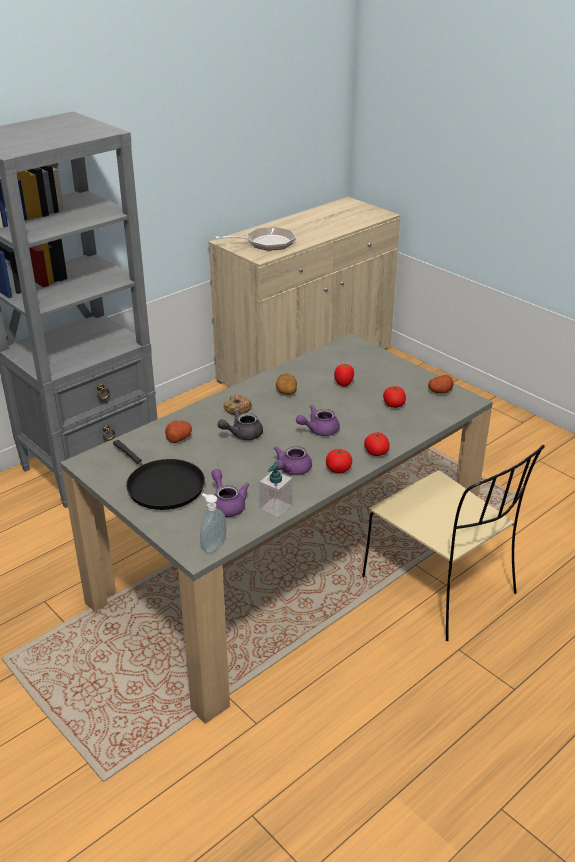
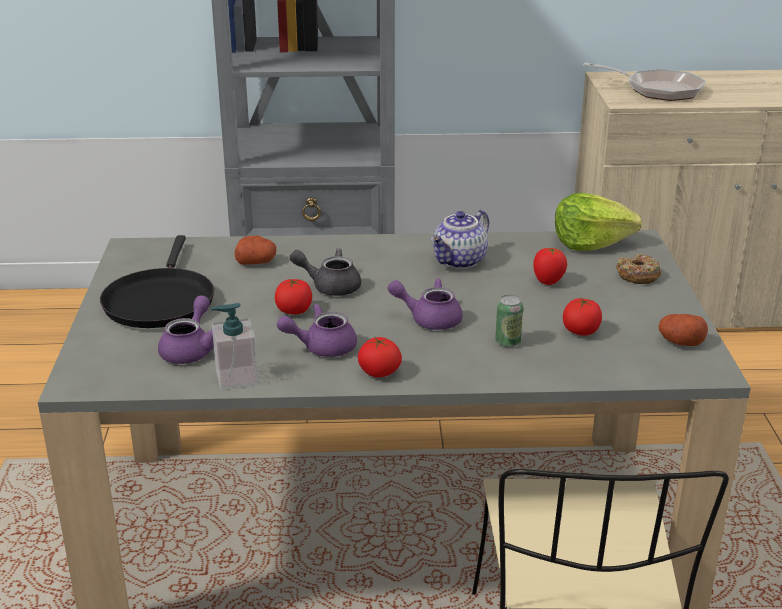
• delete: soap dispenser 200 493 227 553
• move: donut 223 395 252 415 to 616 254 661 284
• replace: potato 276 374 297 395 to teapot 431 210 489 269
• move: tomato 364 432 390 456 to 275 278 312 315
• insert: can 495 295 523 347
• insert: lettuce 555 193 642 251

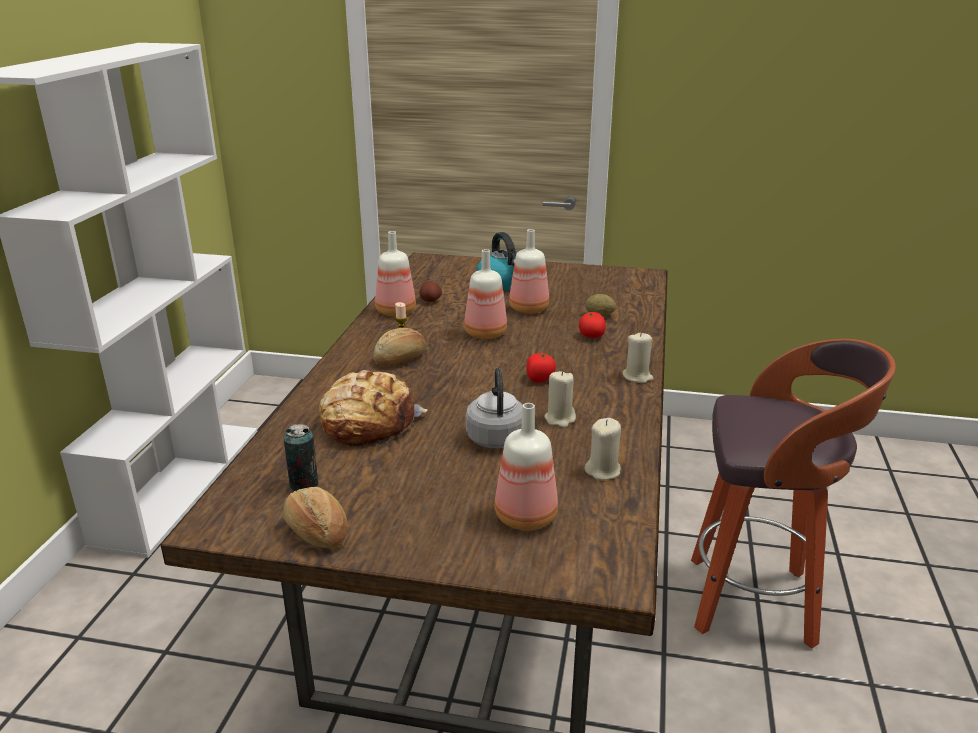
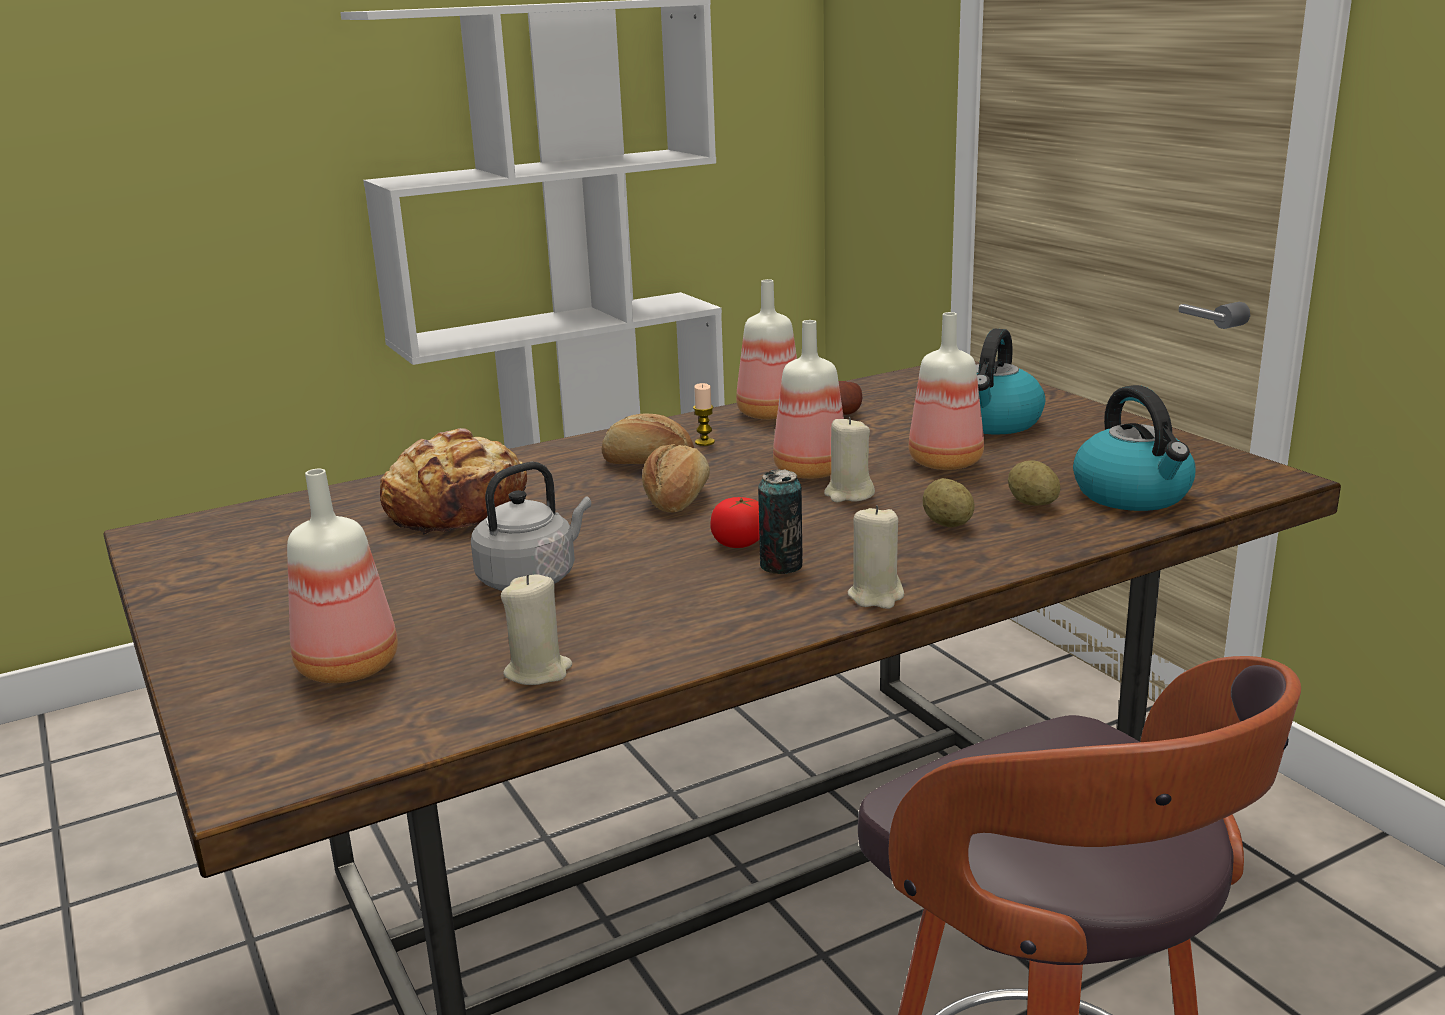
• move: bread 283 487 348 548 to 642 444 710 512
• move: can 284 424 318 491 to 758 469 803 574
• move: beige candle 544 371 576 428 to 824 417 875 502
• replace: tomato 579 312 606 338 to potato 923 478 975 527
• insert: kettle 1073 385 1196 511

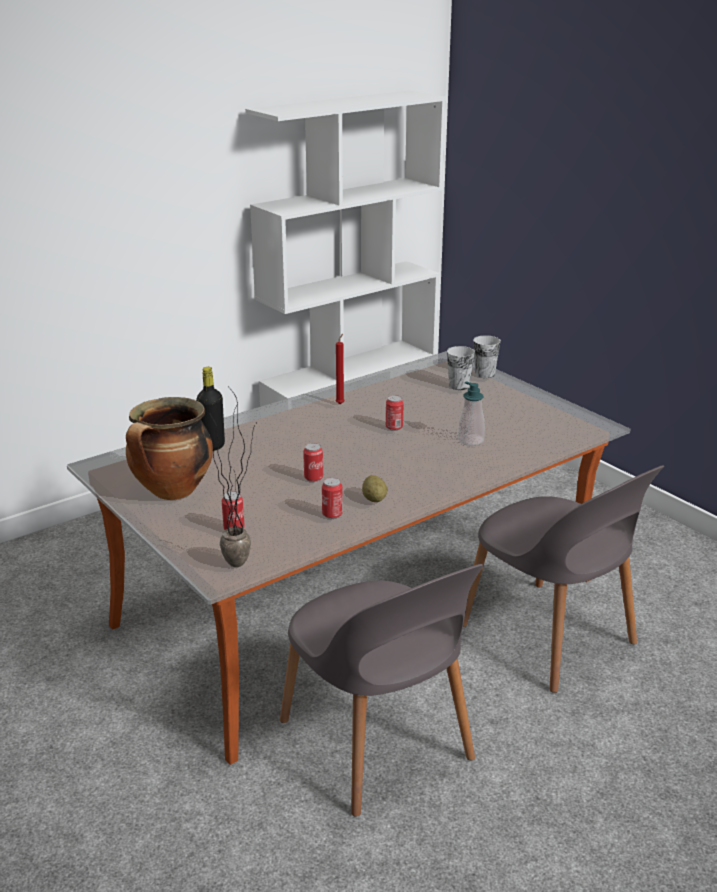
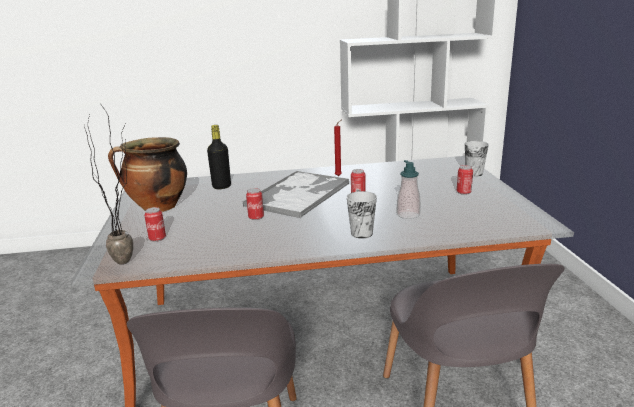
• move: can 322 478 343 519 to 457 165 473 195
• delete: potato 362 475 387 502
• move: cup 447 346 475 390 to 347 191 377 239
• insert: tray 242 170 350 218

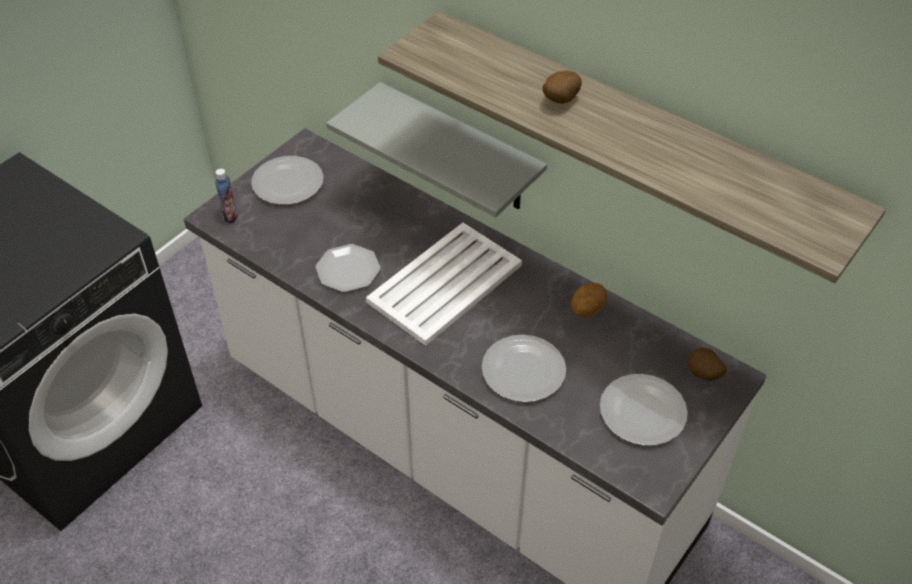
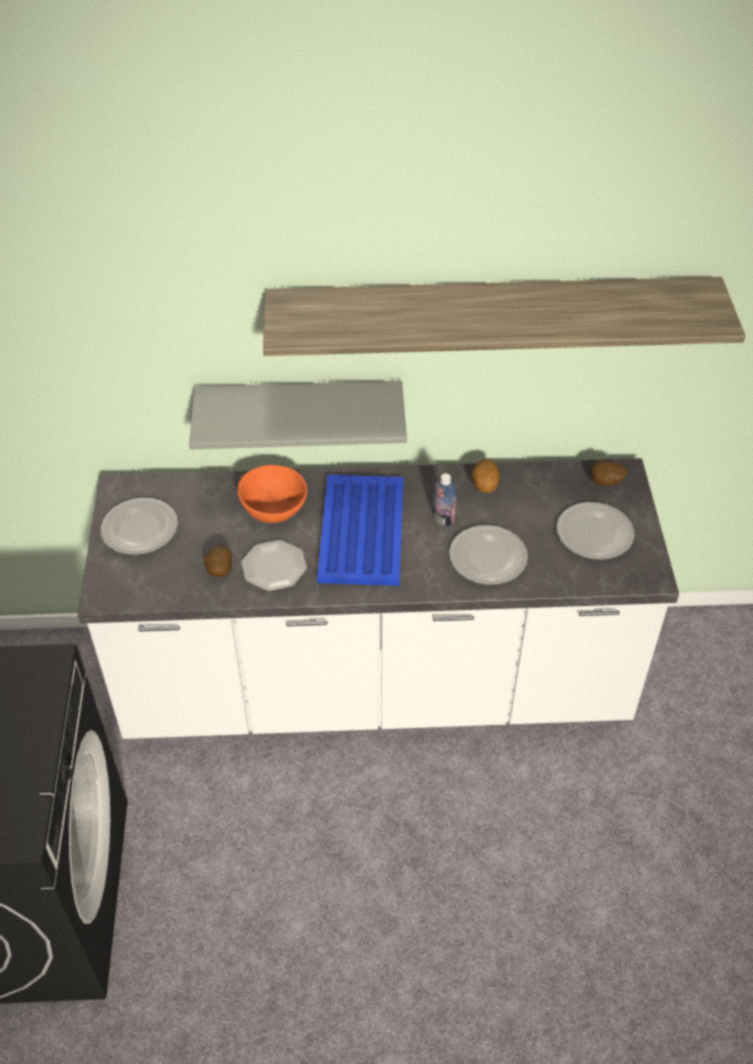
• move: bottle 215 169 237 224 to 433 473 456 526
• recolor: white tray 366 223 522 346 to blue tray 317 475 404 586
• move: potato 542 70 582 104 to 204 546 232 577
• insert: orange bowl 238 465 307 523

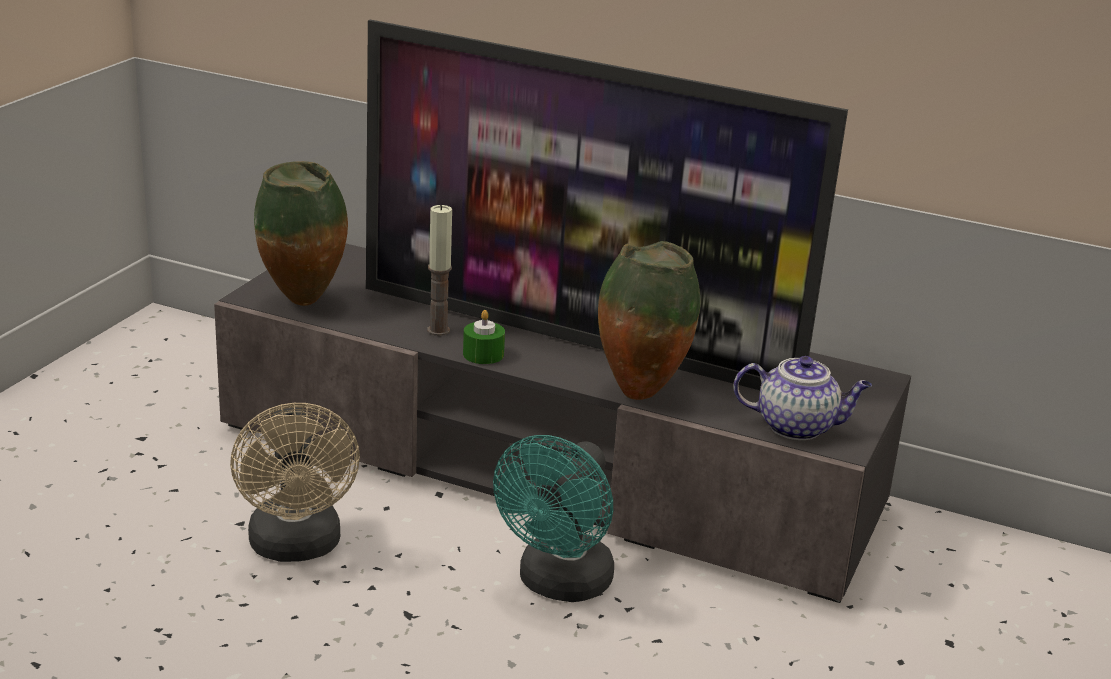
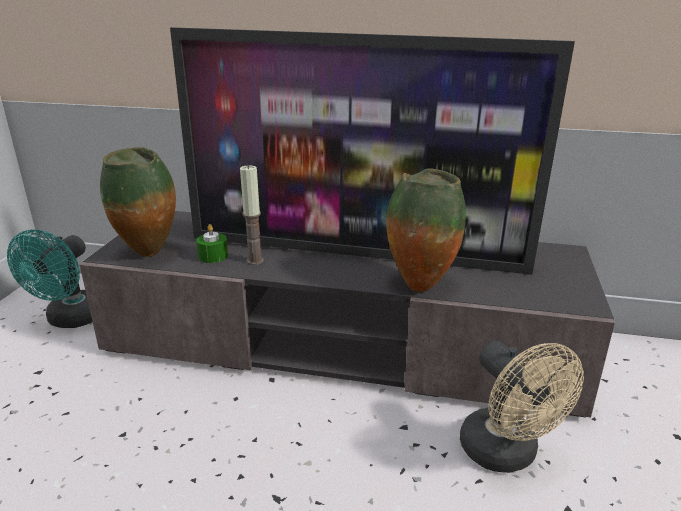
• move: beige fan 230 403 360 562 to 460 341 584 473
• move: green candle 463 310 505 364 to 196 224 228 263
• move: turquoise fan 493 435 614 602 to 7 229 92 328
• delete: teapot 733 356 872 440

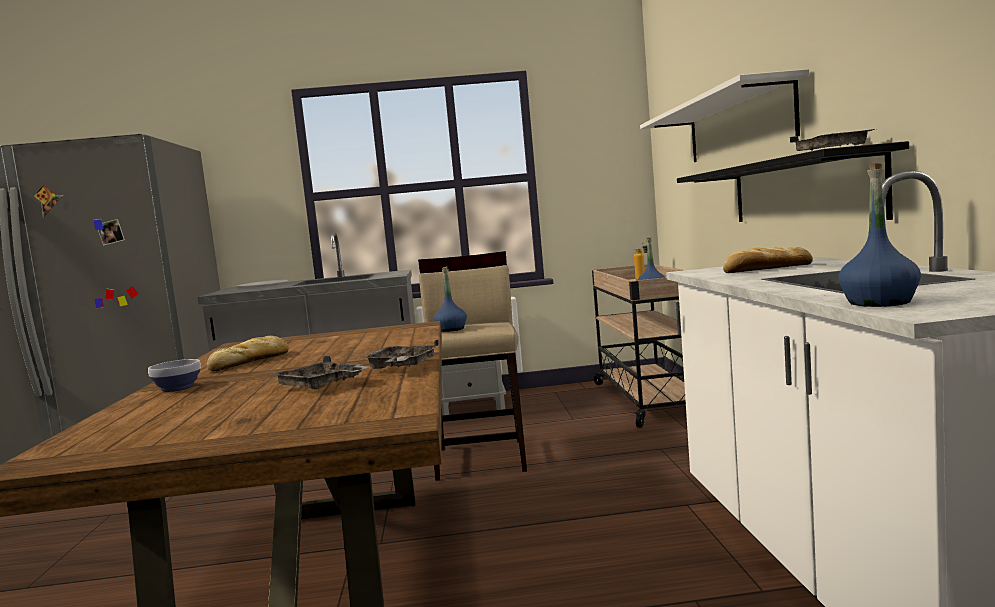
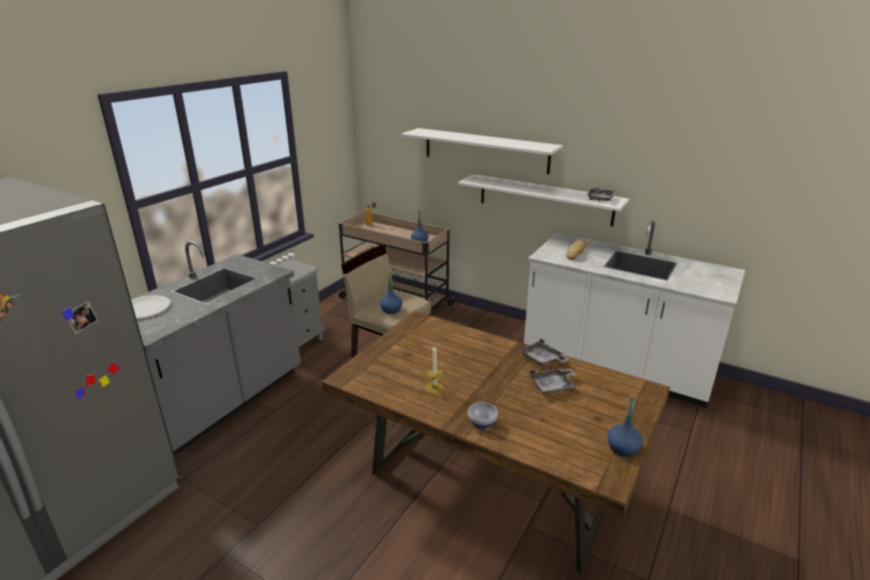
• replace: bread 207 336 289 371 to candle 425 345 444 394
• recolor: black shelf 677 141 909 222 to white shelf 458 174 629 227
• move: blue bottle 838 163 921 307 to 607 395 643 457

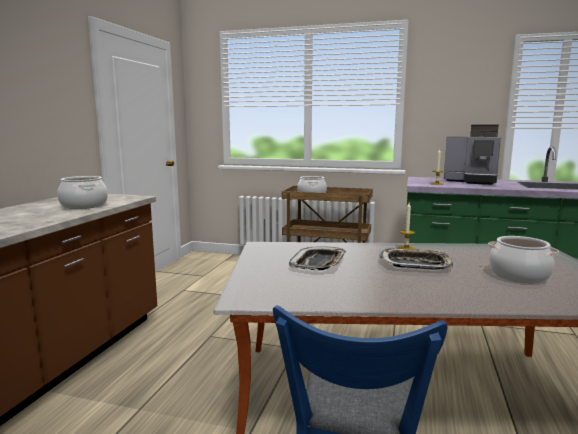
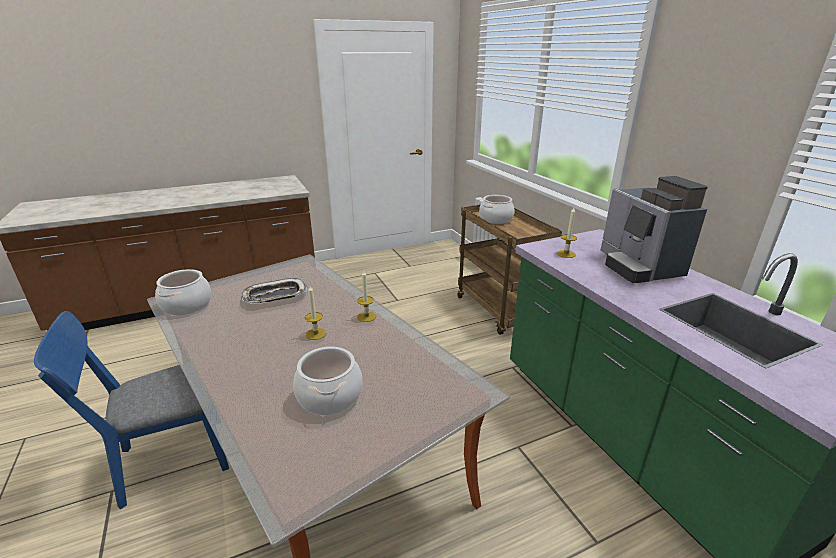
• move: cooking pot 57 176 108 209 to 155 269 211 315
• replace: tray 379 248 453 270 to candle 305 286 326 340

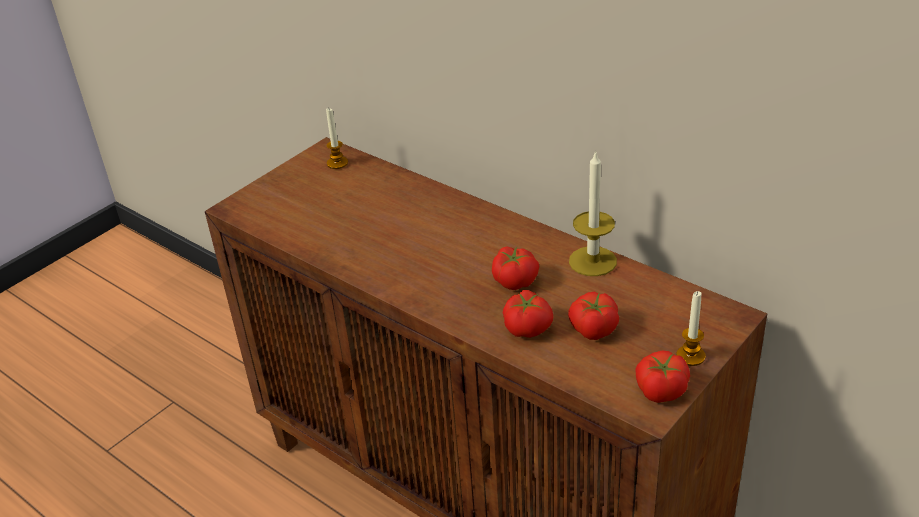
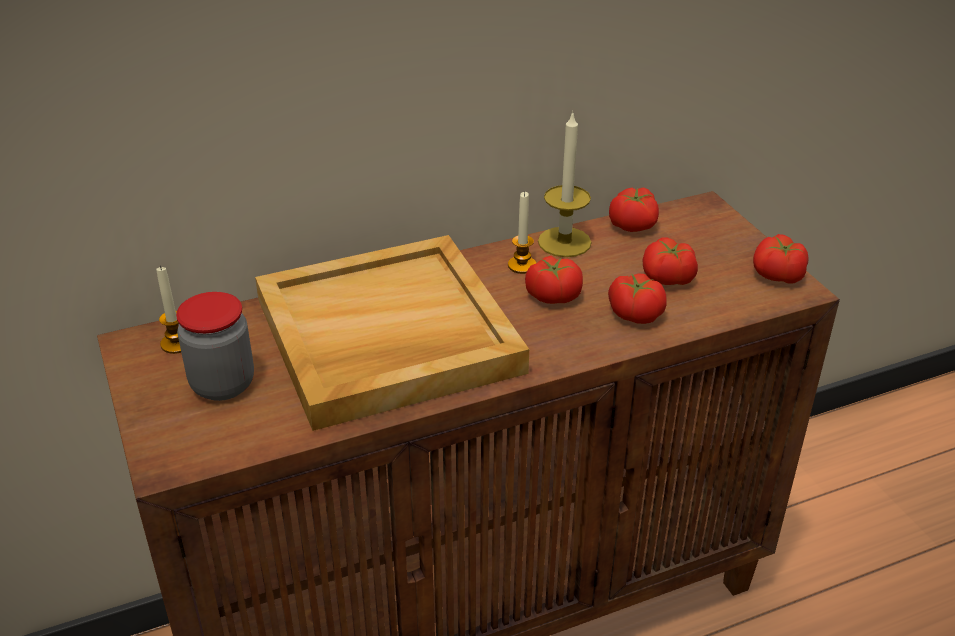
• move: candle 676 291 705 366 to 508 191 536 274
• insert: jar 176 292 254 401
• insert: beige tray 255 235 529 431
• insert: tomato 609 187 659 232

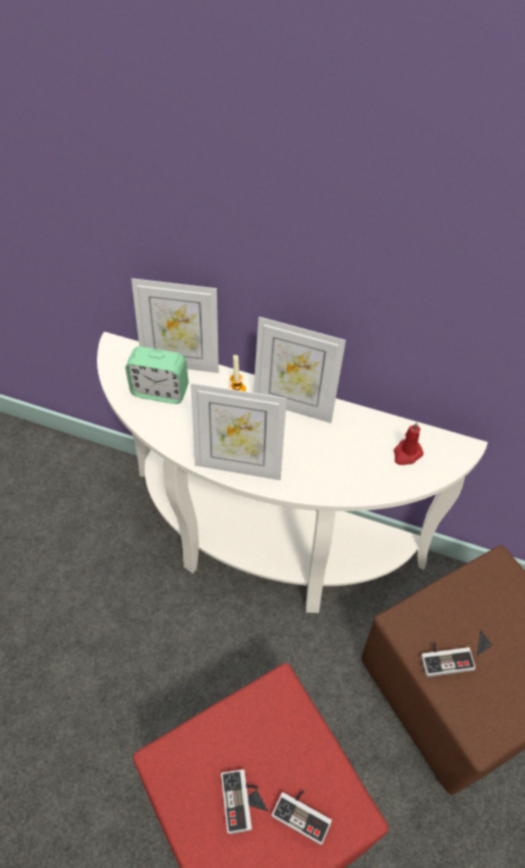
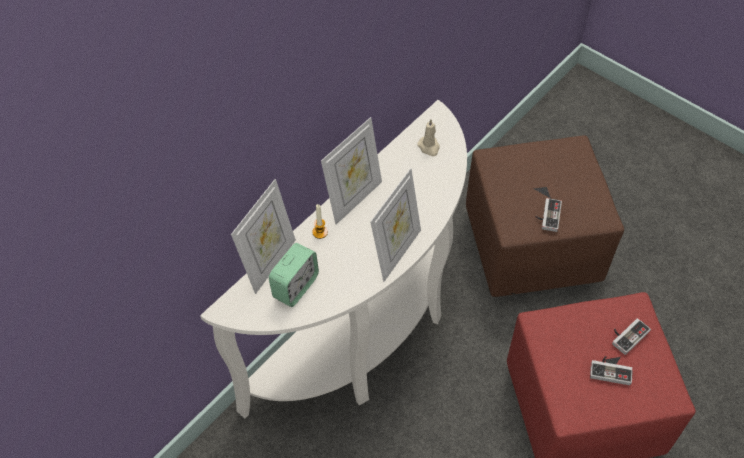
• recolor: red candle 394 422 424 465 to beige candle 417 119 440 156

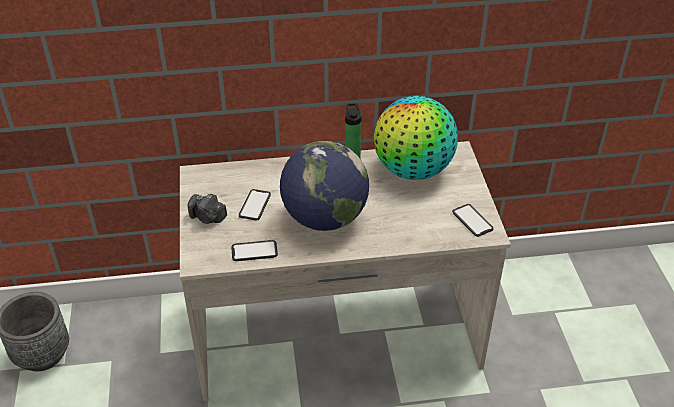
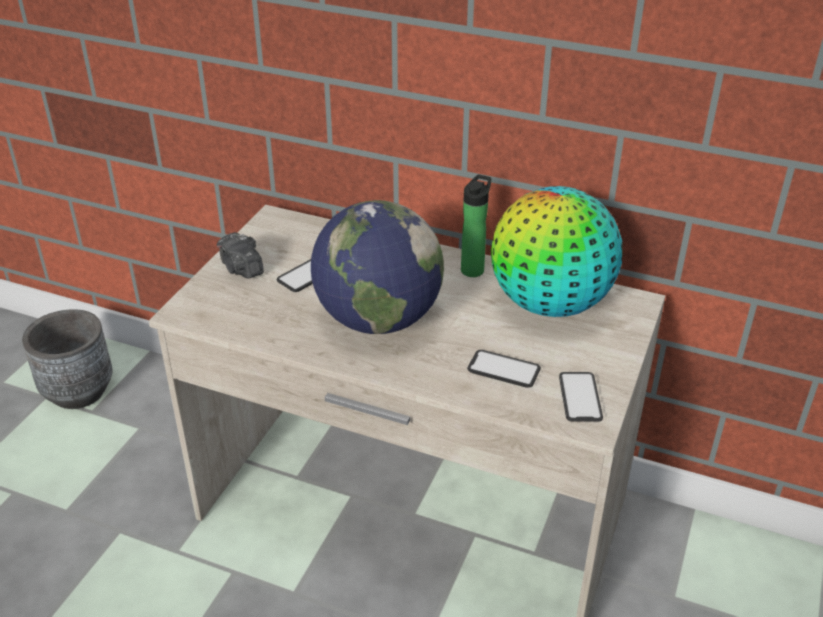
• move: phone 231 240 278 261 to 467 350 541 387

